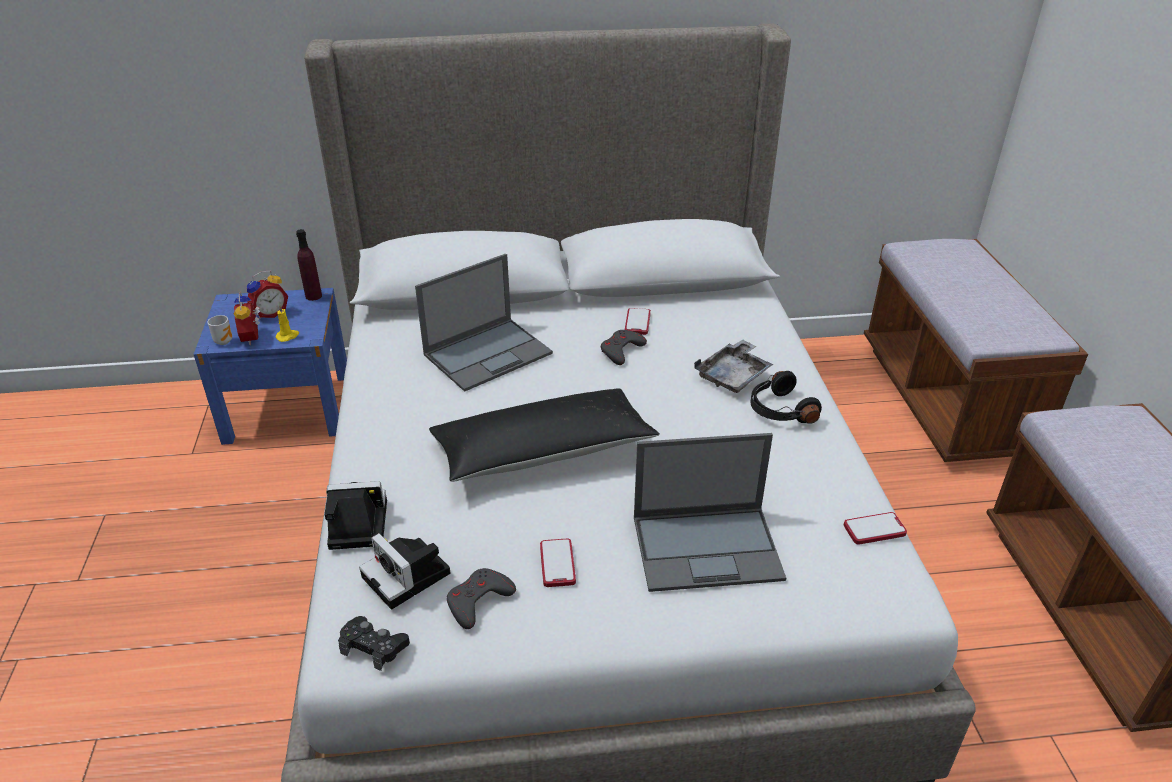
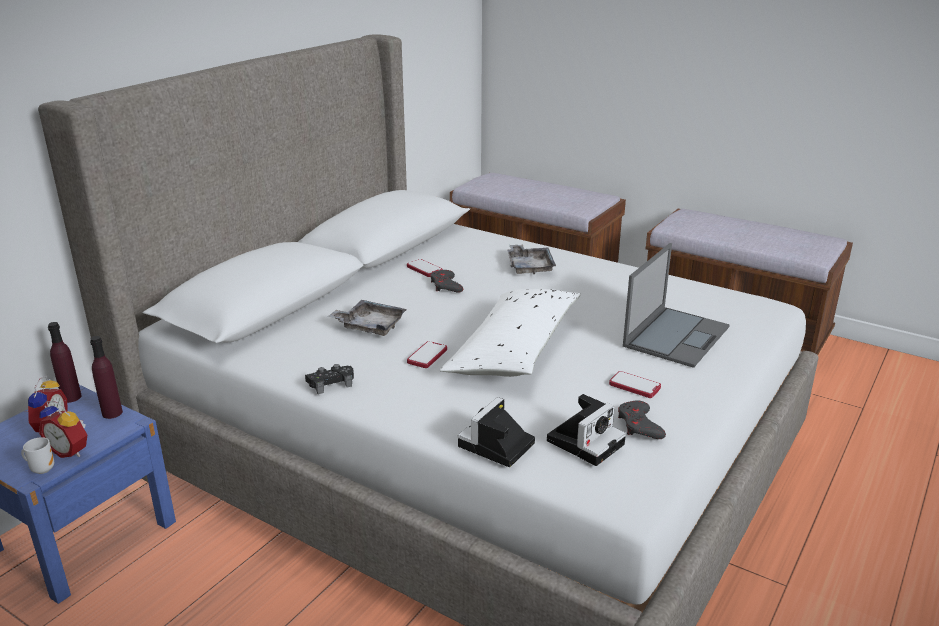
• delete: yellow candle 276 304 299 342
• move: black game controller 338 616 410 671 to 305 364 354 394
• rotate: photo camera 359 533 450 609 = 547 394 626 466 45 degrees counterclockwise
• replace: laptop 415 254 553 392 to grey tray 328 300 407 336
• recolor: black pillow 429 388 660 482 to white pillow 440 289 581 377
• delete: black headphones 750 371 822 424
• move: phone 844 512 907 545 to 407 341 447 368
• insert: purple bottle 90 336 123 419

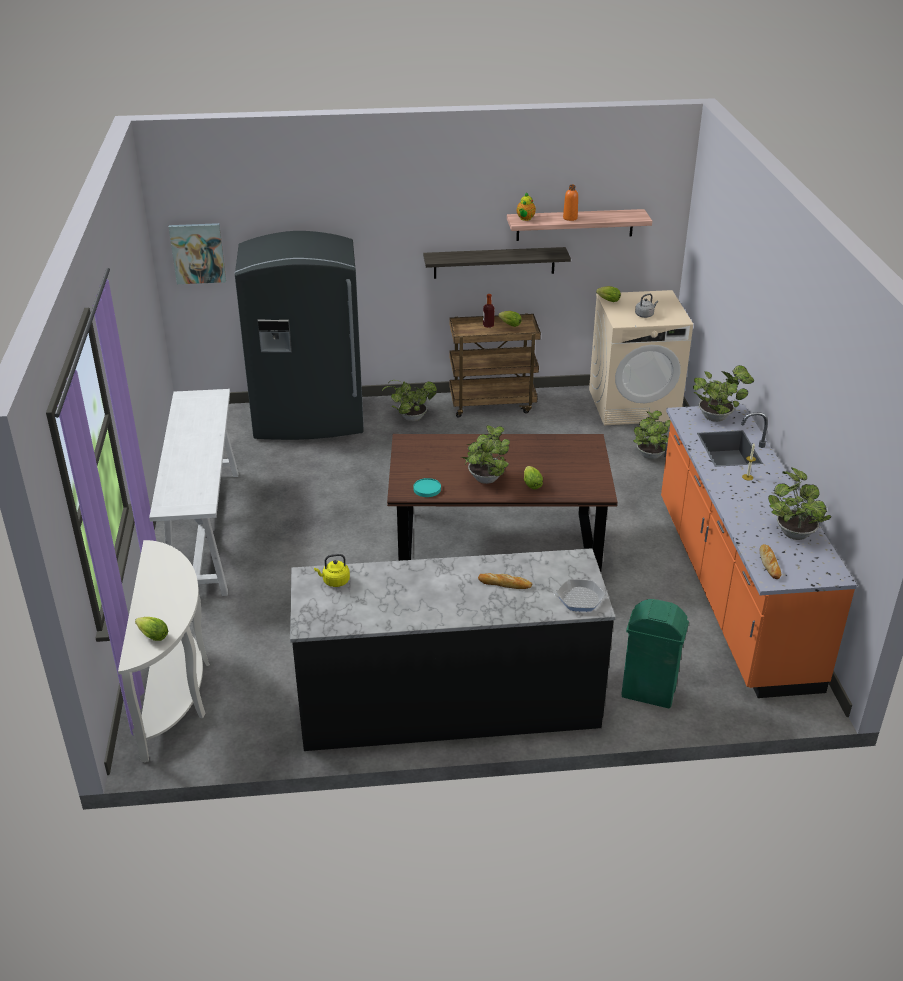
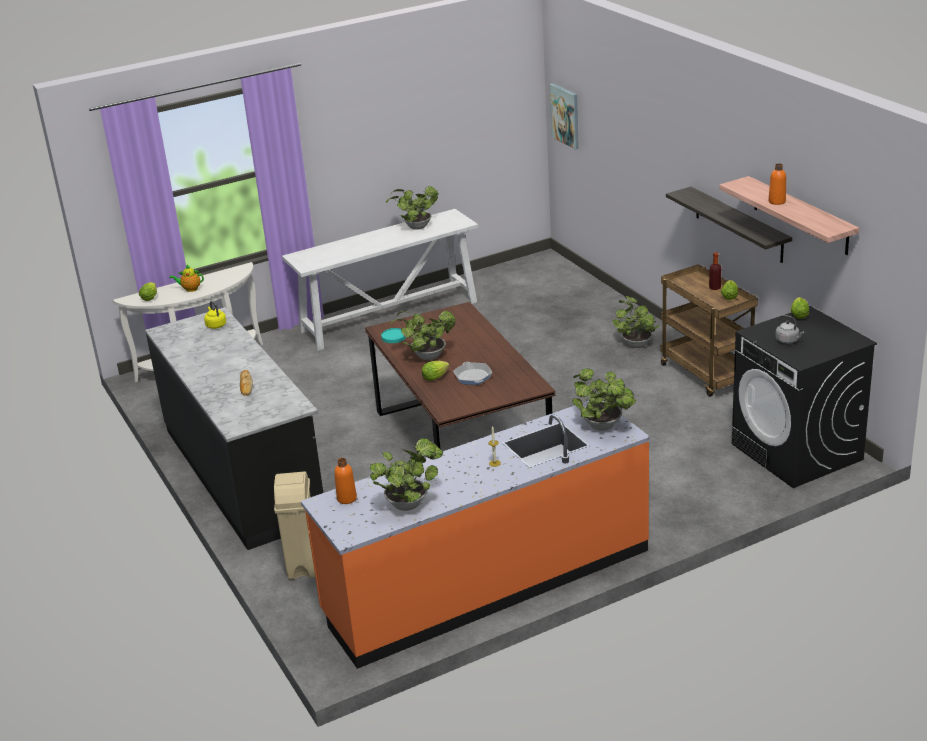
• delete: grey fridge 235 231 364 440
• move: teapot 517 192 536 221 to 169 265 204 292
• move: frying pan 553 579 608 612 to 453 362 492 385
• recolor: beige washing machine 589 290 693 425 to black washing machine 732 306 877 488
• recolor: green trash can 621 599 689 708 to beige trash can 274 472 315 580
• move: potted plant 633 411 671 460 to 386 186 438 230
• replace: bread 760 544 781 579 to orange bottle 334 458 357 504

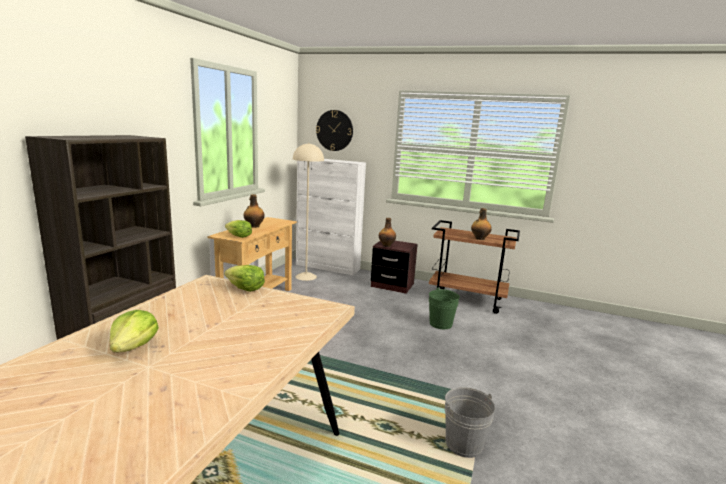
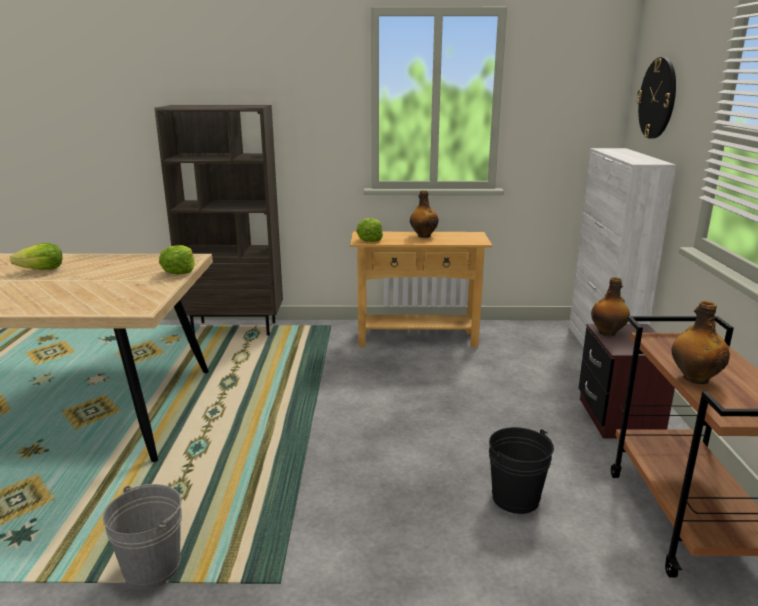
• delete: beige floor lamp 293 143 324 281
• recolor: green bucket 429 288 460 329 to black bucket 489 427 554 514

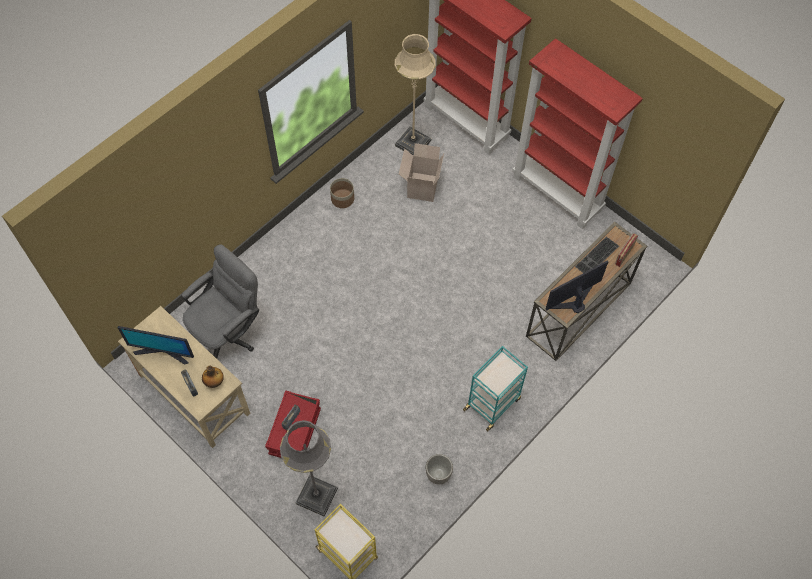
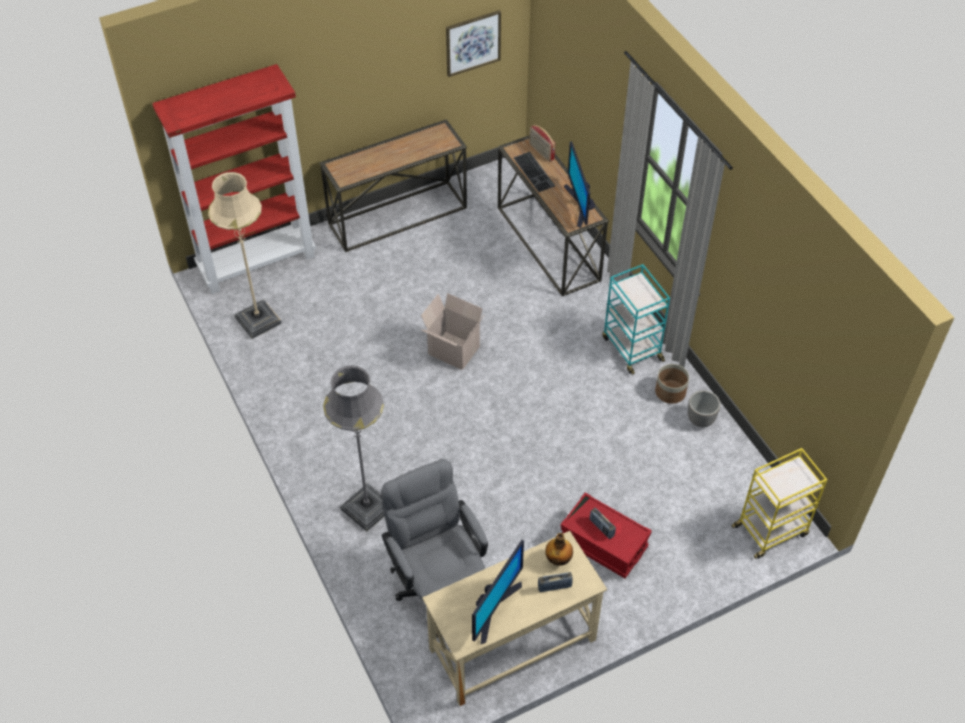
• move: grey floor lamp 280 420 338 516 to 323 365 384 531
• move: planter 330 178 354 208 to 655 364 689 404
• move: cardboard box 399 143 444 202 to 421 293 485 370
• replace: red bookcase 512 38 643 229 to console table 320 119 467 252
• insert: picture 446 10 501 77

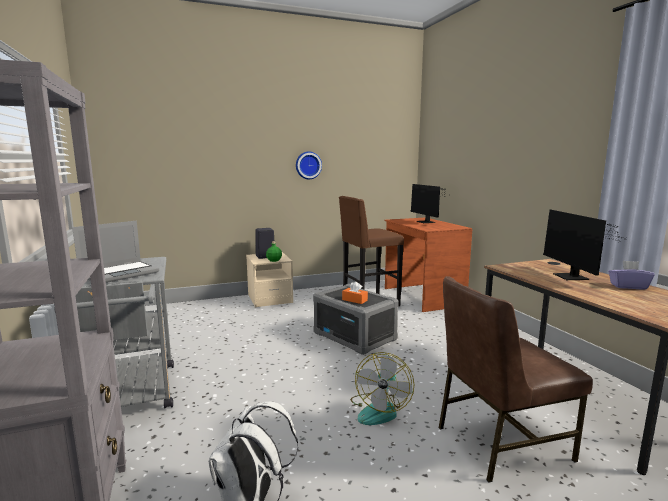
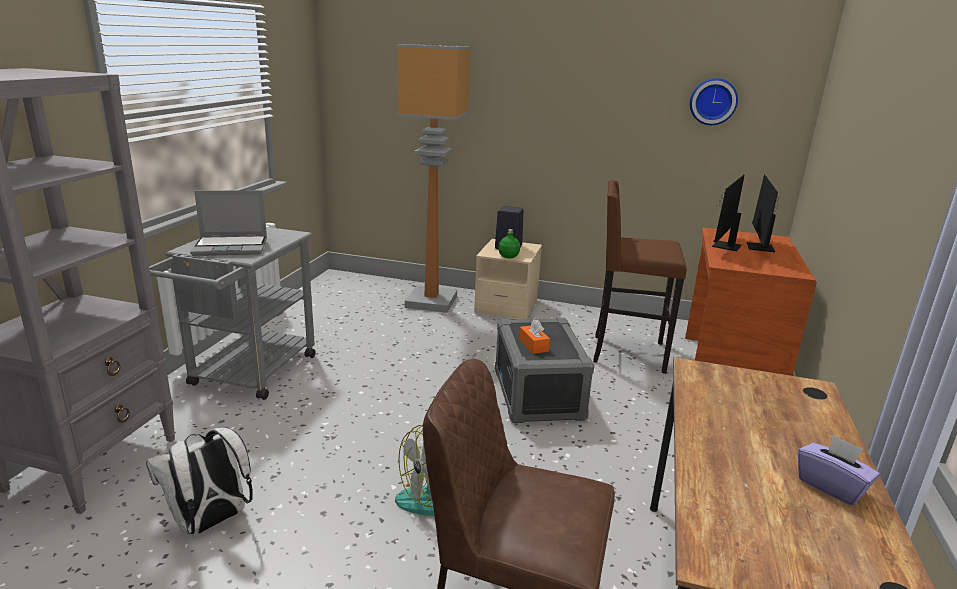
• move: wall clock 296 151 322 179 to 690 78 738 125
• move: monitor 543 209 628 280 to 712 174 745 251
• insert: floor lamp 397 44 471 313

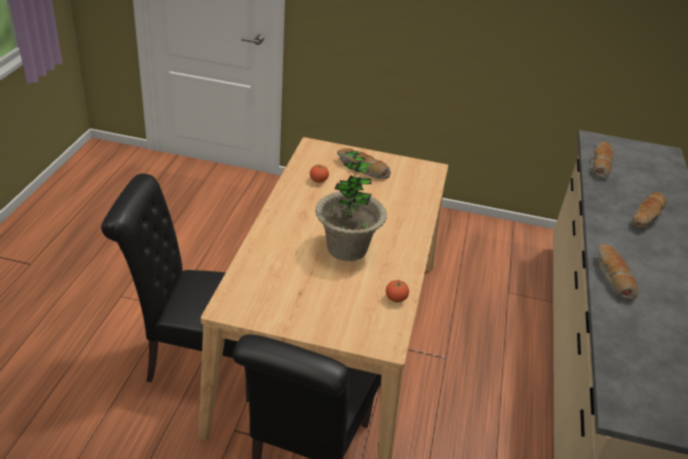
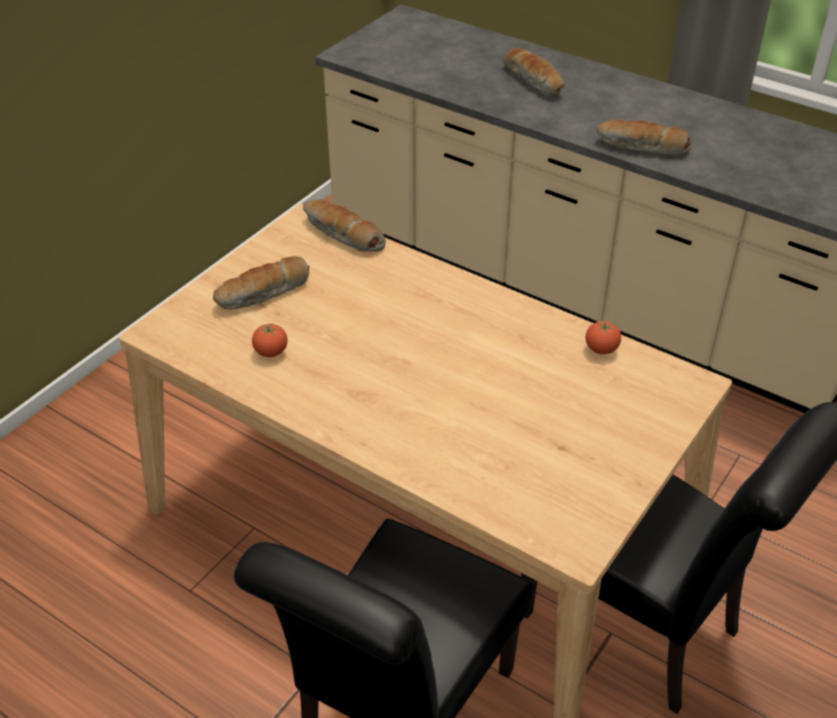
• delete: potted plant 315 151 387 261
• move: bread 593 142 613 180 to 303 200 386 252

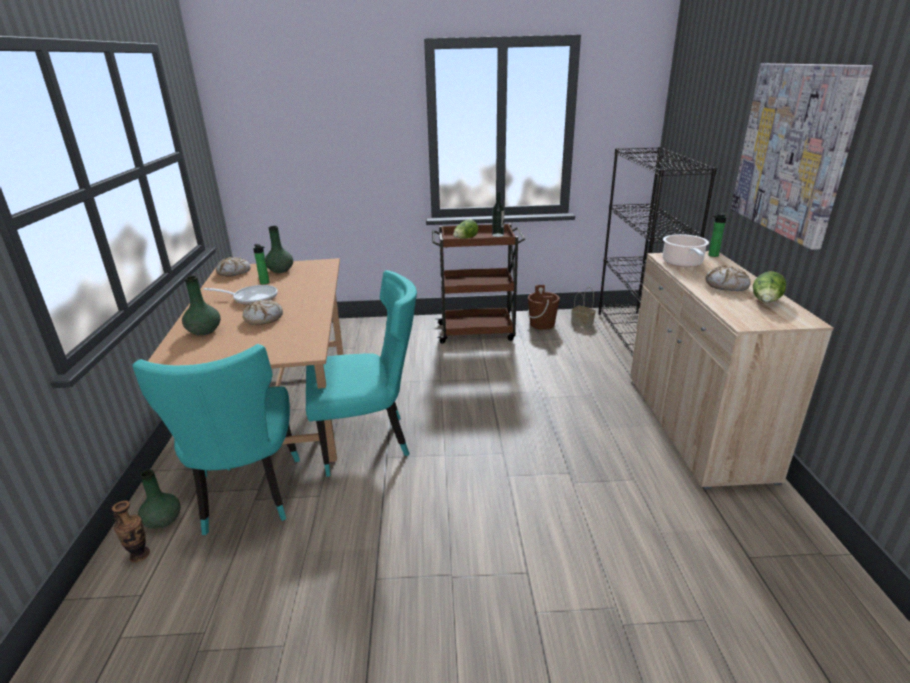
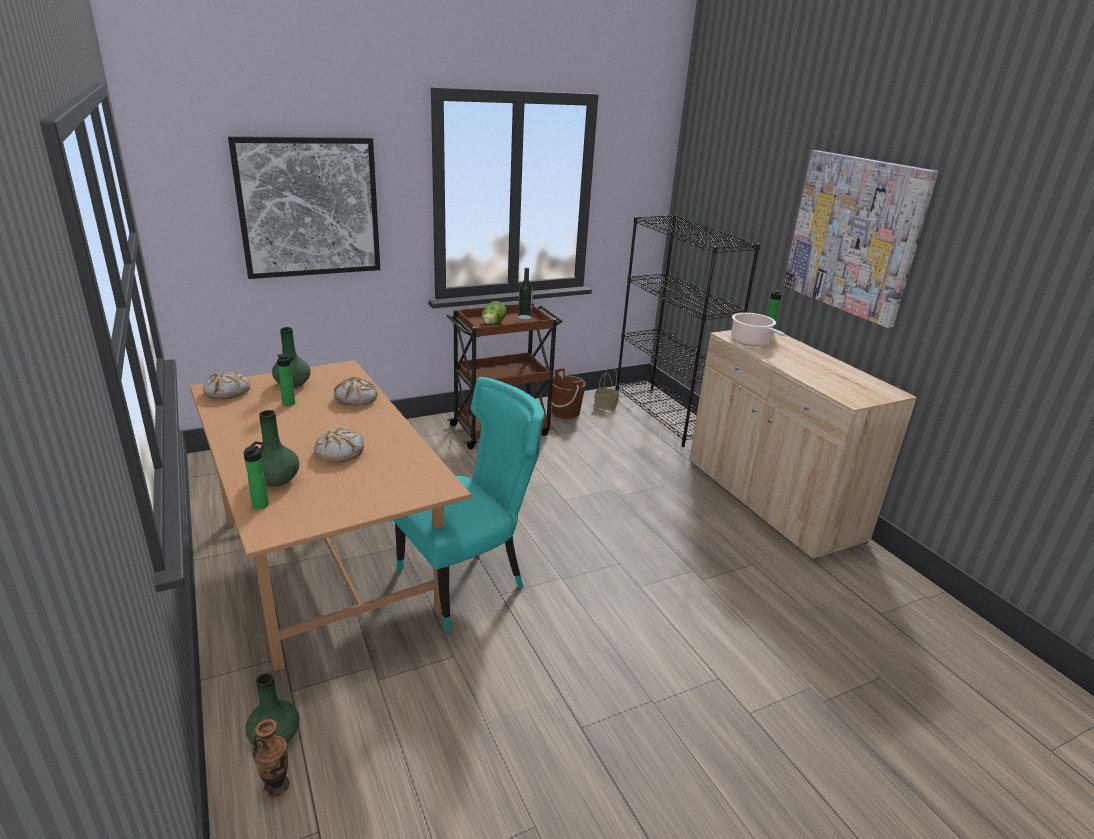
• delete: turquoise chair 132 344 300 535
• delete: frying pan 203 285 278 305
• move: bread 705 265 751 291 to 334 377 378 406
• delete: lettuce 753 271 786 302
• insert: picture 228 136 380 279
• insert: bottle 244 441 269 509

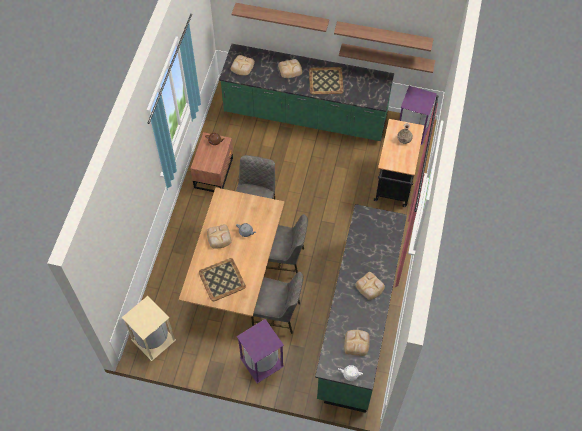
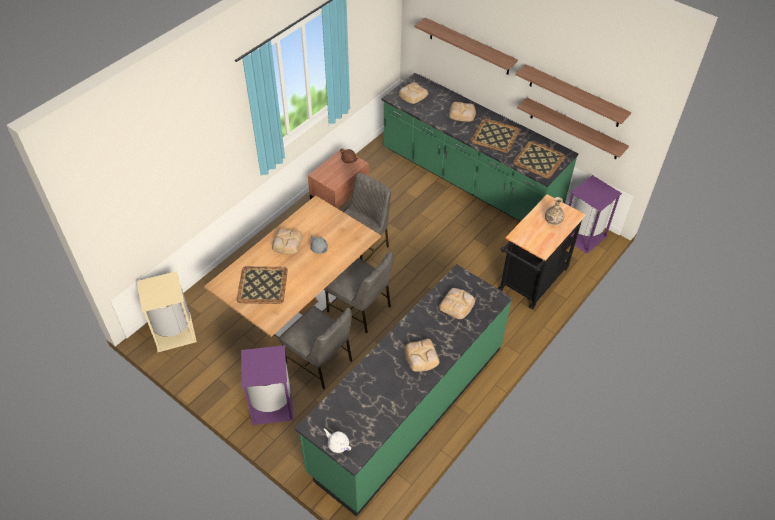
• move: bread 344 330 370 356 to 439 288 475 319
• insert: tray 513 141 566 178

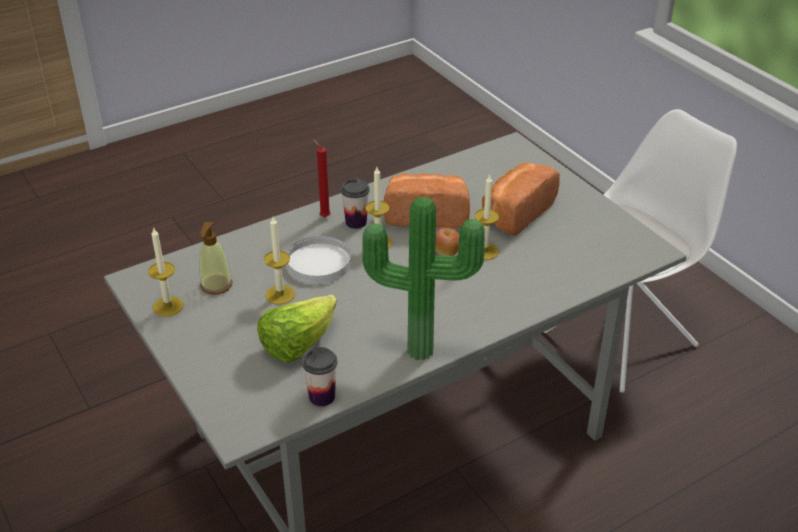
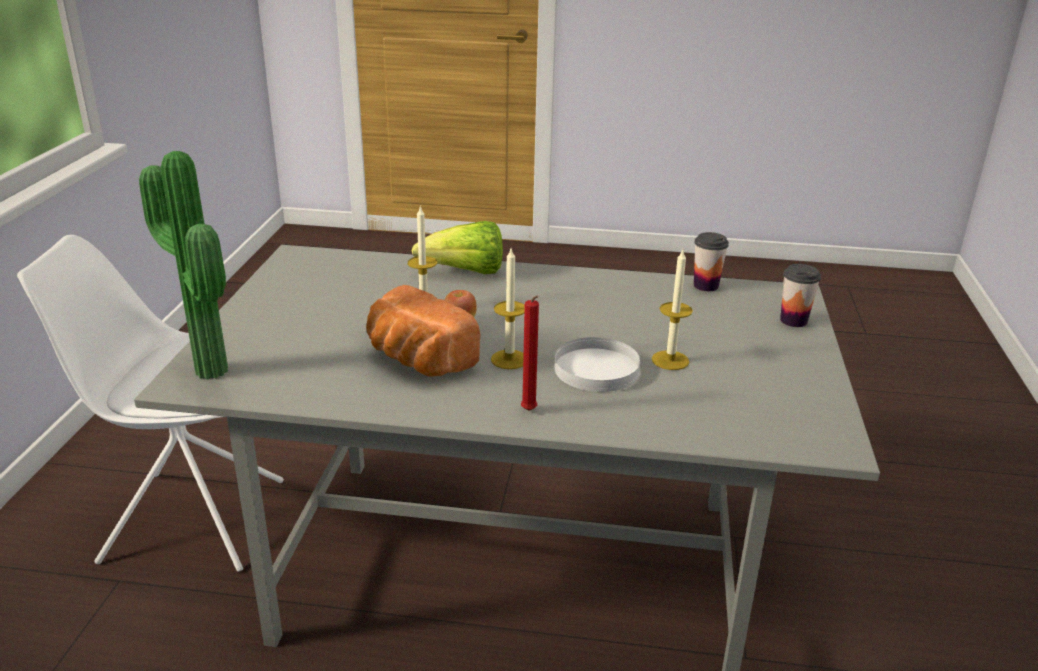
• delete: candle 148 227 184 317
• delete: soap dispenser 199 222 233 295
• move: lettuce 257 295 337 363 to 412 221 503 274
• move: cup 341 179 370 229 to 780 264 821 327
• move: potted plant 362 196 485 361 to 139 151 228 379
• delete: bread 482 163 560 236

